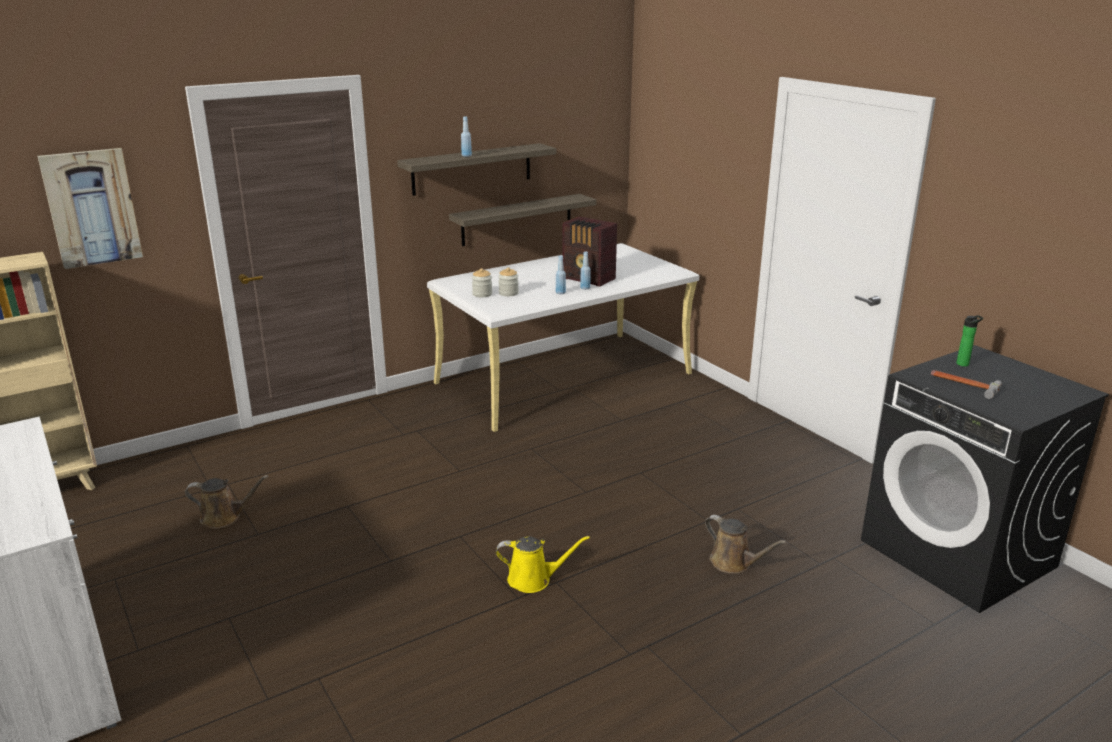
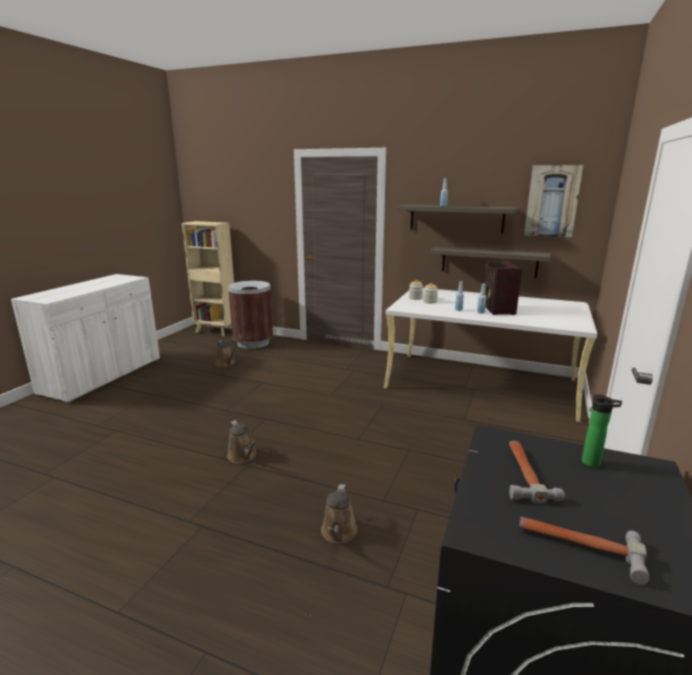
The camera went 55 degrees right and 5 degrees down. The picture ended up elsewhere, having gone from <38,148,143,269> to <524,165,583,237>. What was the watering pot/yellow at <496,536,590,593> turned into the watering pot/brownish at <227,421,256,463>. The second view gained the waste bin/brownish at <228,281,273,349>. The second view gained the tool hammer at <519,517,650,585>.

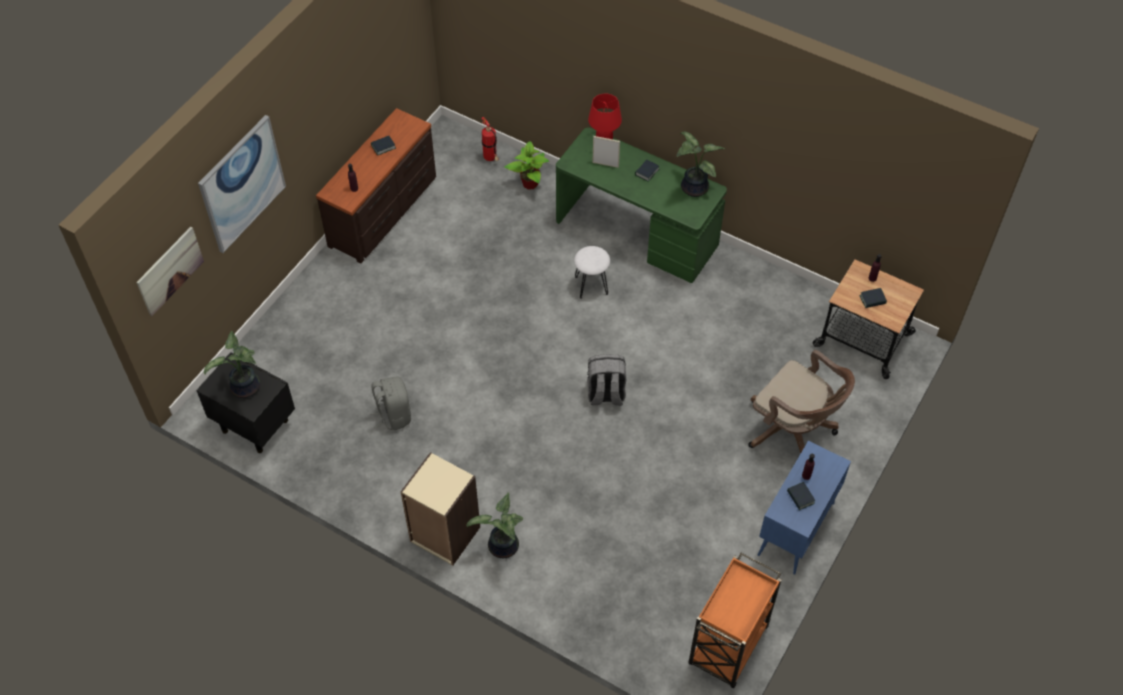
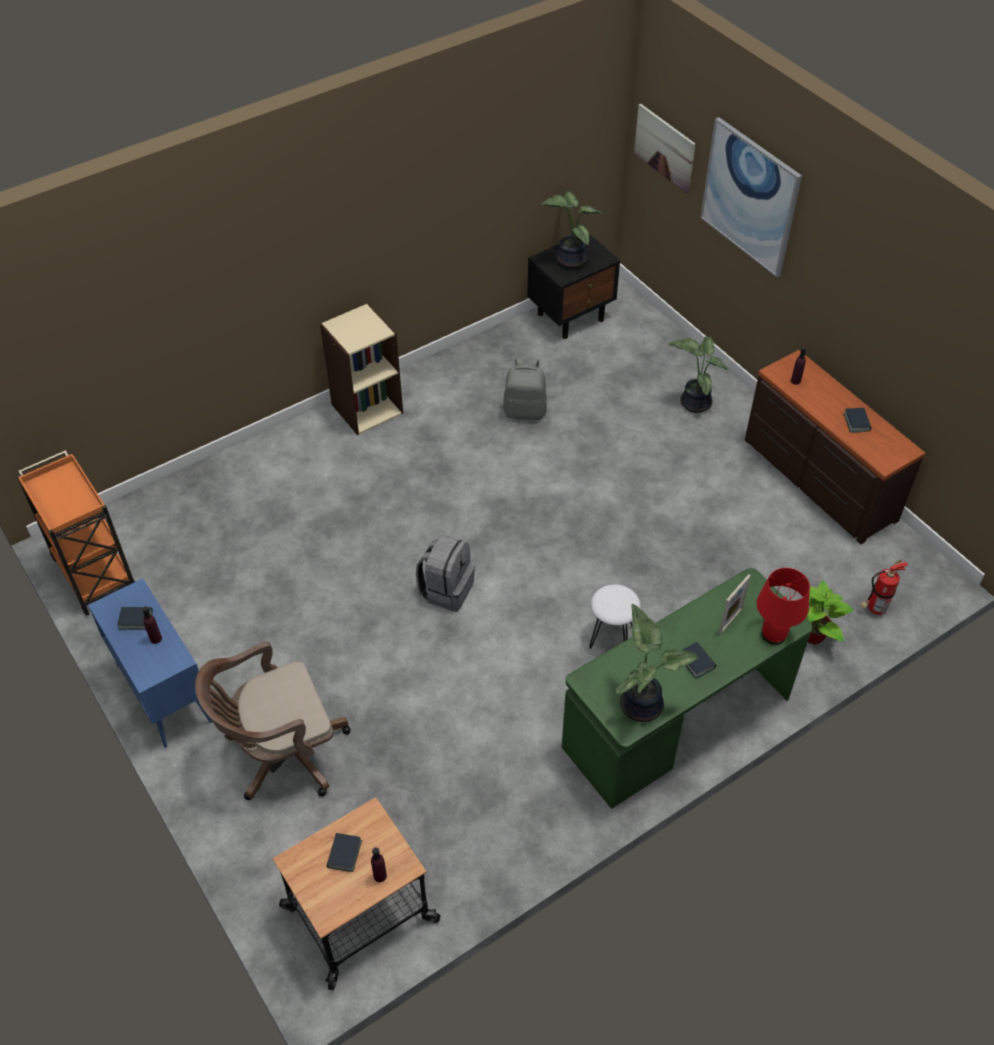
The camera went 115 degrees right and 5 degrees down. The houseplant ended up elsewhere, having gone from <466,493,523,558> to <668,336,730,413>.

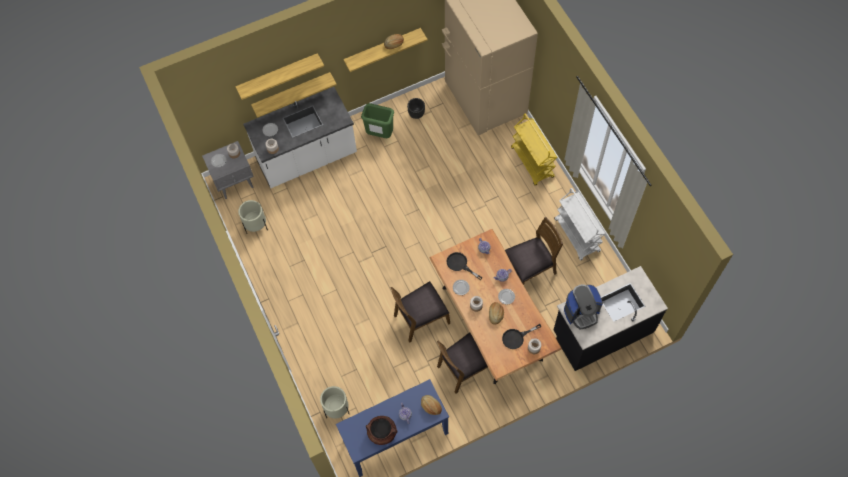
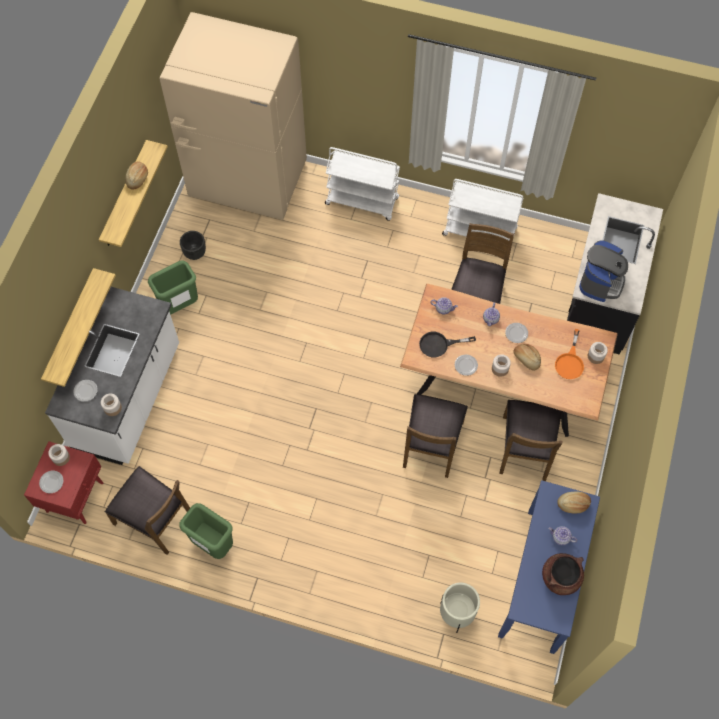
The camera went 50 degrees left and 0 degrees up. The second view lost the wall shelf at <235,53,324,100>. What was the cart/yellow at <511,114,558,186> turned into the cart/white-coloured at <325,147,400,221>. What was the night table/greyish at <202,141,254,199> turned into the night table/reddish at <24,441,103,524>. Where the planter/beige-coloured stood at <238,200,268,233>, the upright chair/brownish came to stand at <105,466,190,555>. What was the skillet/black at <502,324,541,349> turned into the skillet/orange-coloured at <555,329,584,379>. The second view gained the waste bin/green-coloured at <179,503,233,559>.

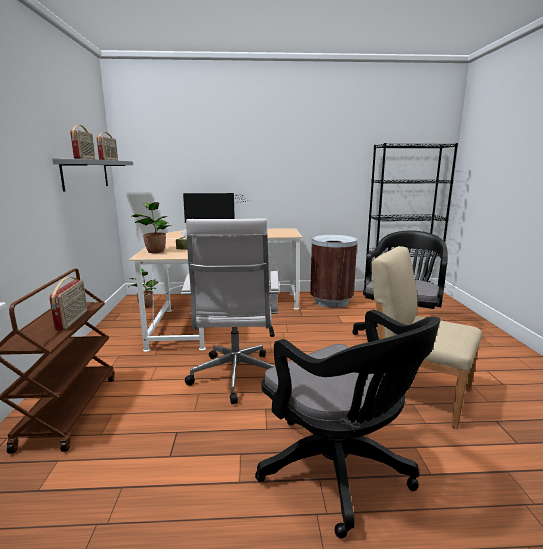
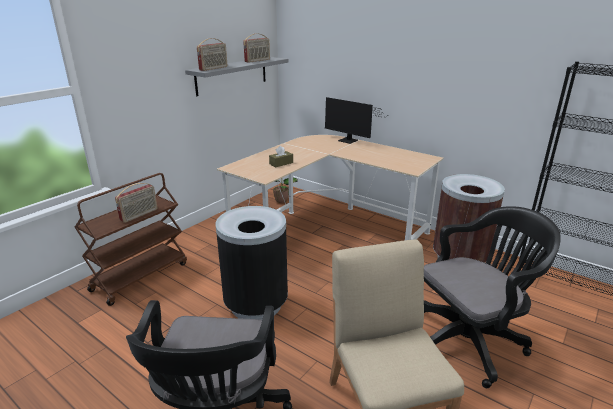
The camera went 40 degrees right and 10 degrees up. The second view lost the houseplant at <131,202,173,253>. Where the computer chair/white-coloured stood at <181,218,279,404>, the waste bin/black came to stand at <215,206,288,320>.

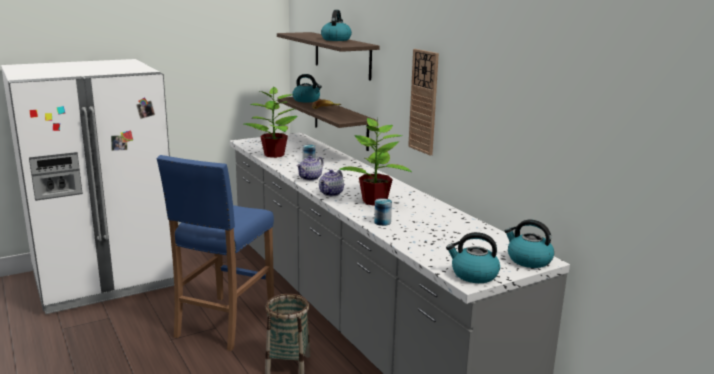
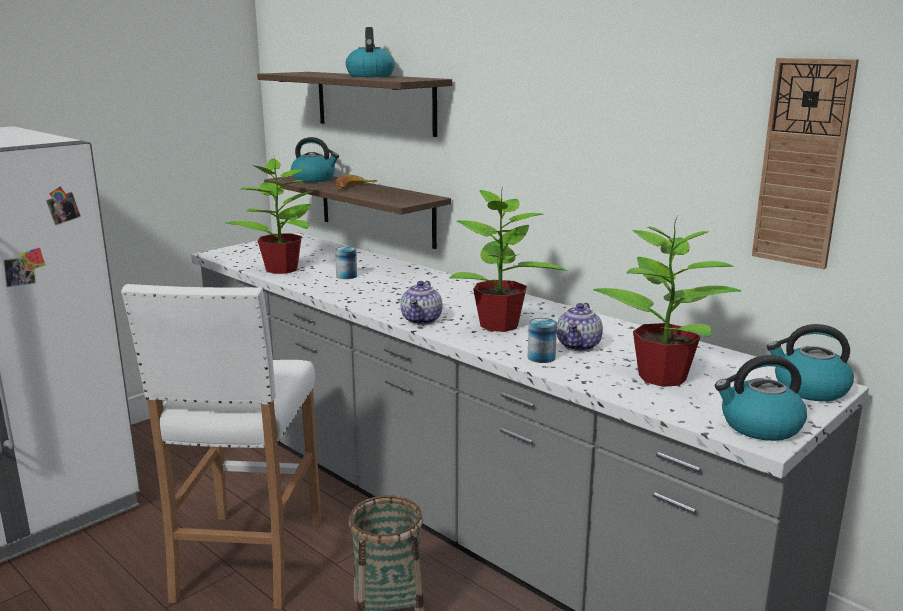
The camera went 15 degrees left and 0 degrees up. The wall clock ended up elsewhere, having gone from <408,49,439,155> to <752,58,859,269>. What was the sitting stool/blue-coloured at <157,155,274,351> turned into the sitting stool/white-coloured at <121,284,322,609>. The teapot ended up elsewhere, having gone from <297,156,324,181> to <557,303,603,351>. The second view gained the houseplant at <593,216,741,387>.

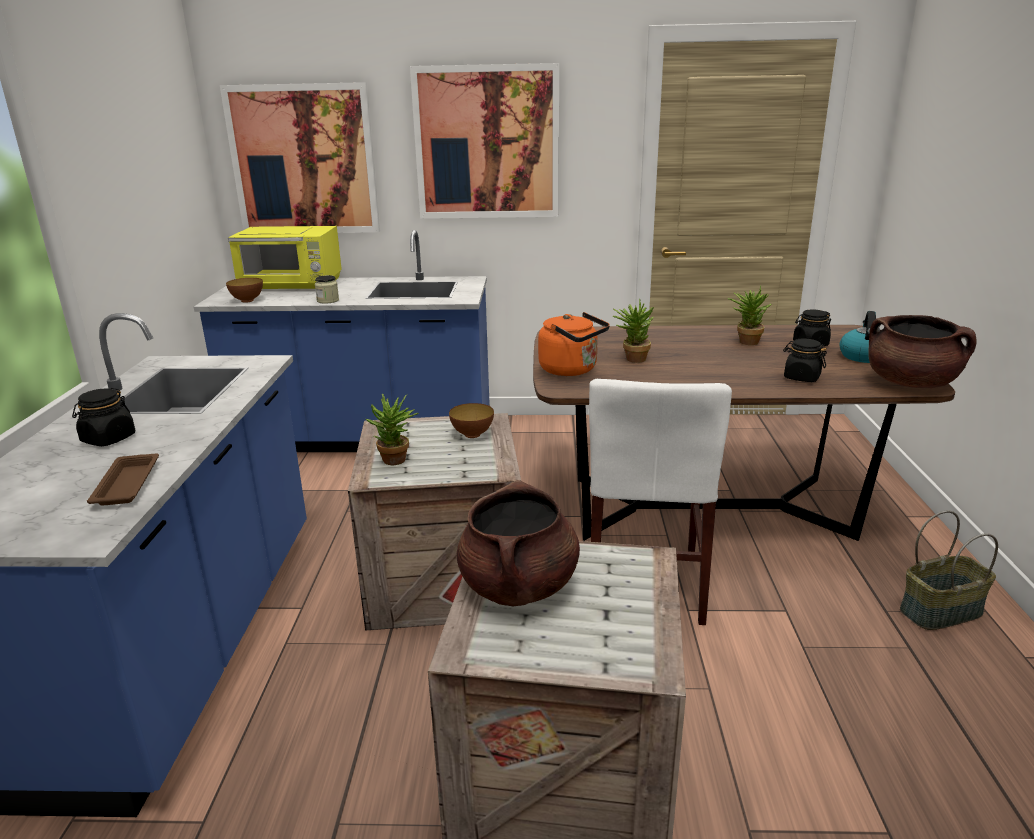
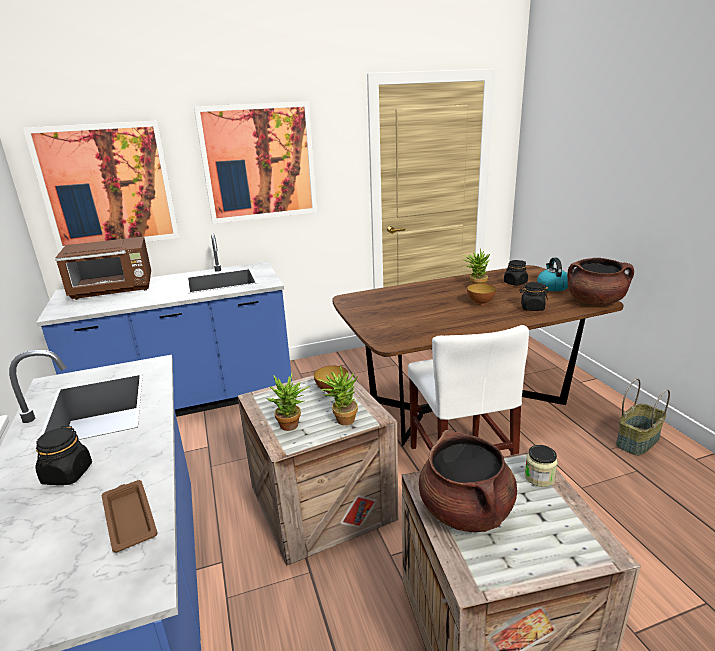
The camera went 20 degrees left and 0 degrees up. What was the kitchen microwave/yellow at <228,226,342,289> turned into the kitchen microwave/brownish at <55,237,151,300>. The storage jar ended up elsewhere, having gone from <315,275,339,303> to <525,445,558,487>. The serving bowl ended up elsewhere, having gone from <226,278,263,303> to <467,283,496,305>. The houseplant ended up elsewhere, having gone from <613,299,654,363> to <318,365,358,425>. The second view lost the water kettle/orange-coloured at <538,312,610,376>.

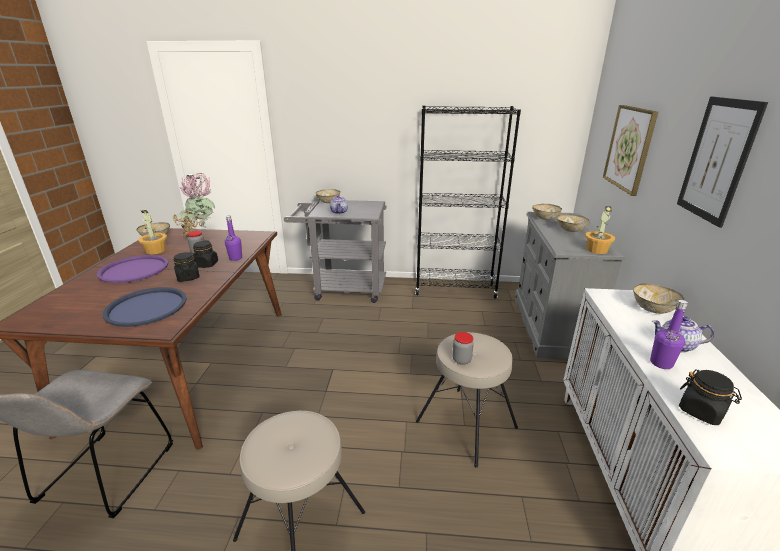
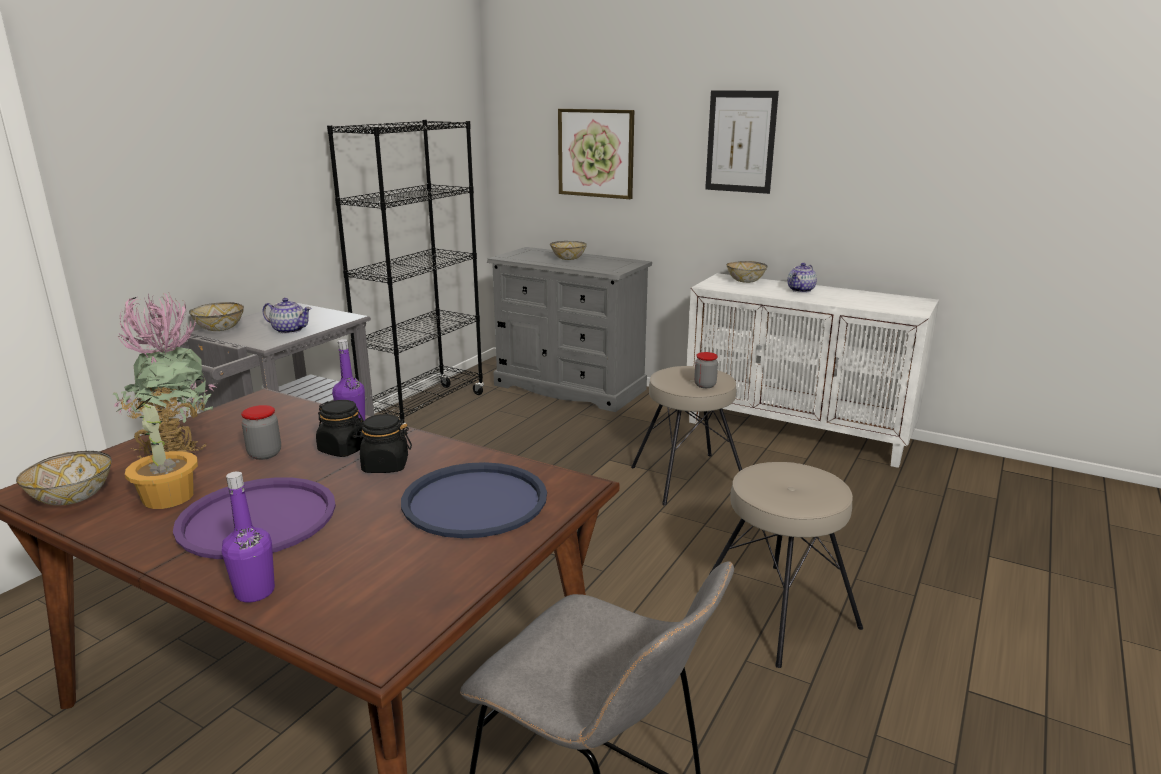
The camera went 65 degrees left and 5 degrees down. The second view lost the serving bowl at <533,204,562,220>. The second view lost the houseplant at <585,206,615,254>. The beverage bottle/purplish ended up elsewhere, having gone from <650,300,688,369> to <222,471,275,602>. The second view lost the storage jar/black at <679,369,742,425>.

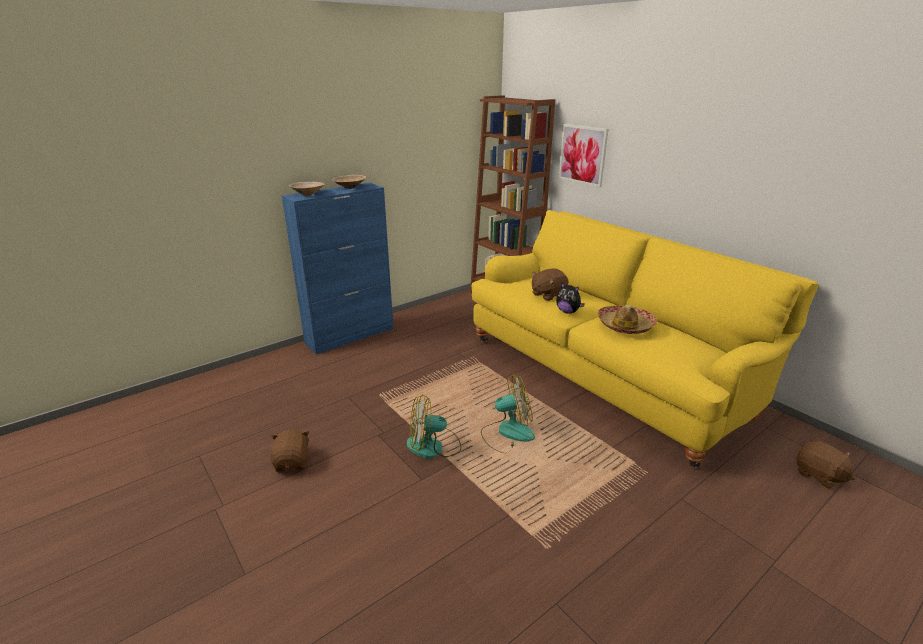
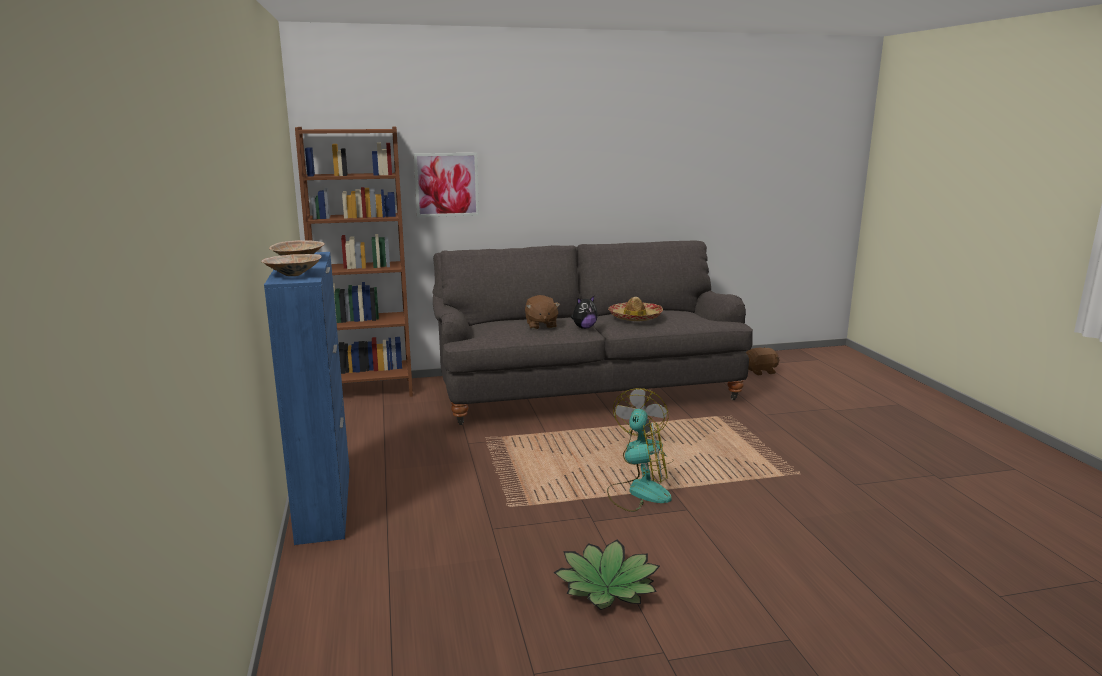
The camera went 65 degrees left and 10 degrees down. What was the couch/yellow at <472,210,818,468> turned into the couch/greyish at <432,240,753,425>. The electric fan at <407,394,461,459> ended up facing another way, 105 degrees counterclockwise from before. Where the plush toy/brownish stood at <271,430,309,472>, the houseplant came to stand at <554,539,660,610>.

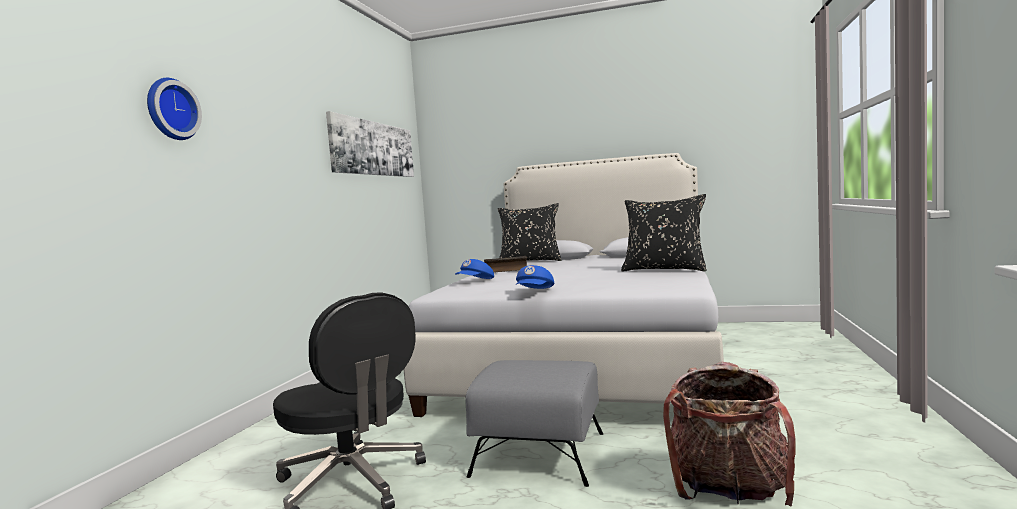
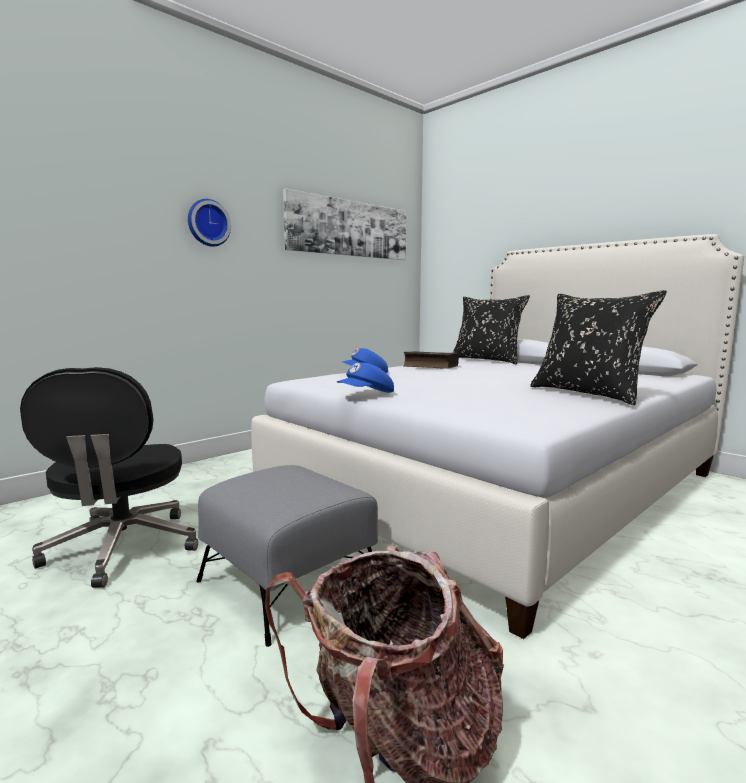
The camera went 30 degrees right and 5 degrees up. The wall clock ended up elsewhere, having gone from <147,78,202,140> to <188,199,231,247>.

